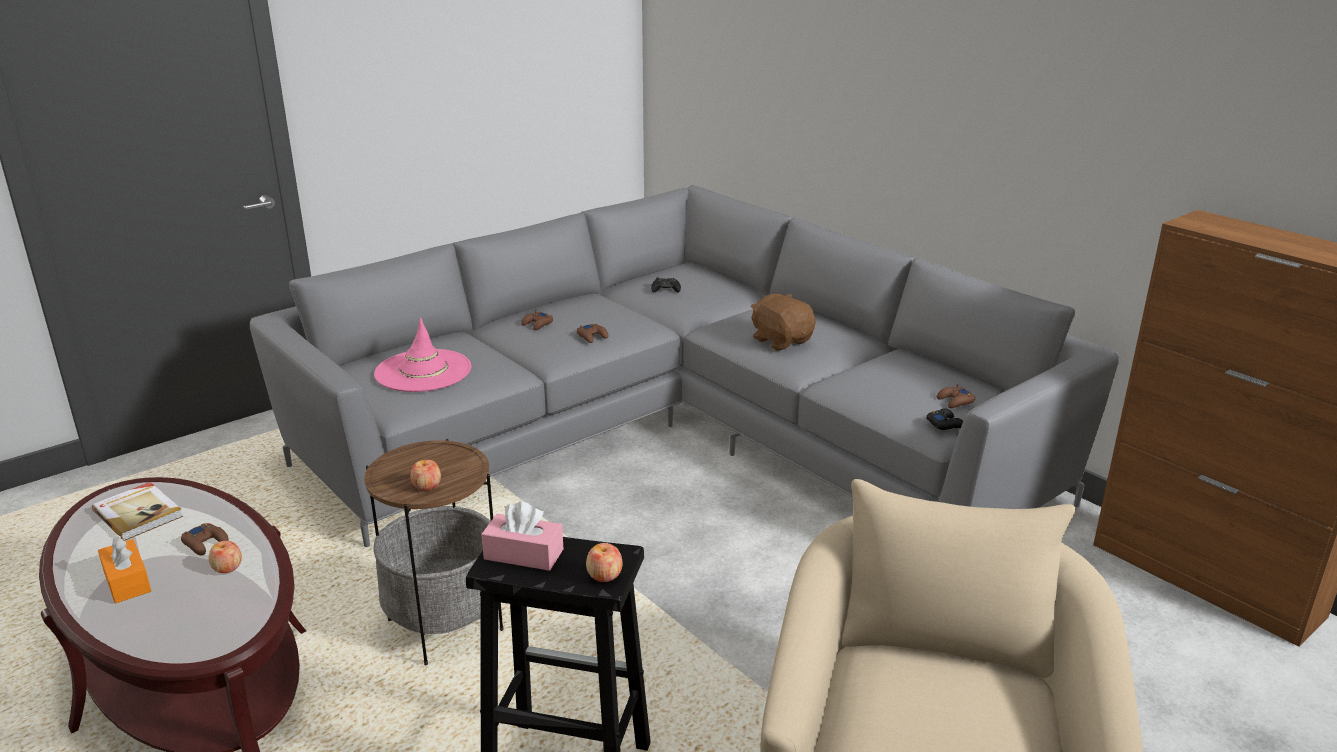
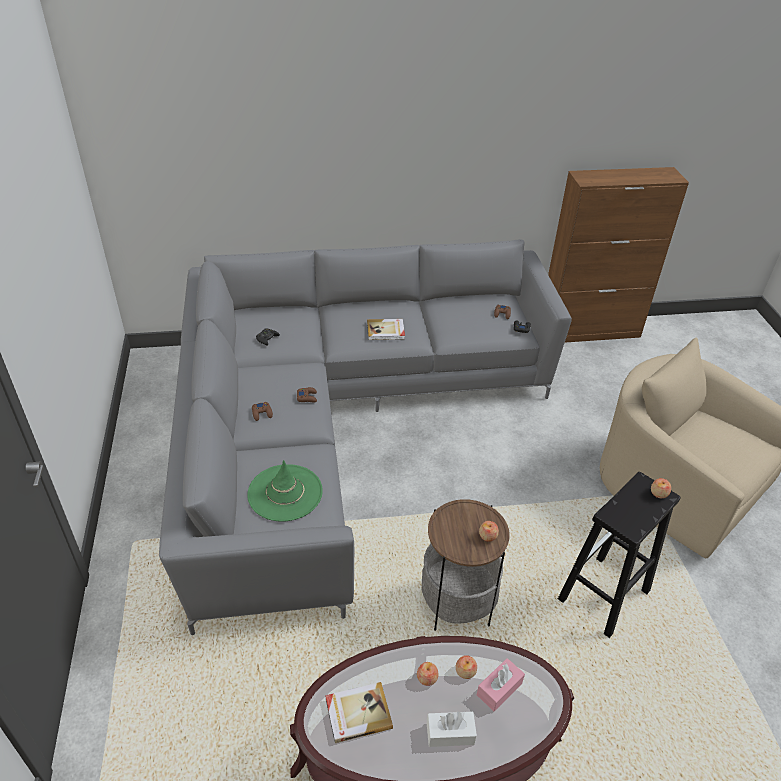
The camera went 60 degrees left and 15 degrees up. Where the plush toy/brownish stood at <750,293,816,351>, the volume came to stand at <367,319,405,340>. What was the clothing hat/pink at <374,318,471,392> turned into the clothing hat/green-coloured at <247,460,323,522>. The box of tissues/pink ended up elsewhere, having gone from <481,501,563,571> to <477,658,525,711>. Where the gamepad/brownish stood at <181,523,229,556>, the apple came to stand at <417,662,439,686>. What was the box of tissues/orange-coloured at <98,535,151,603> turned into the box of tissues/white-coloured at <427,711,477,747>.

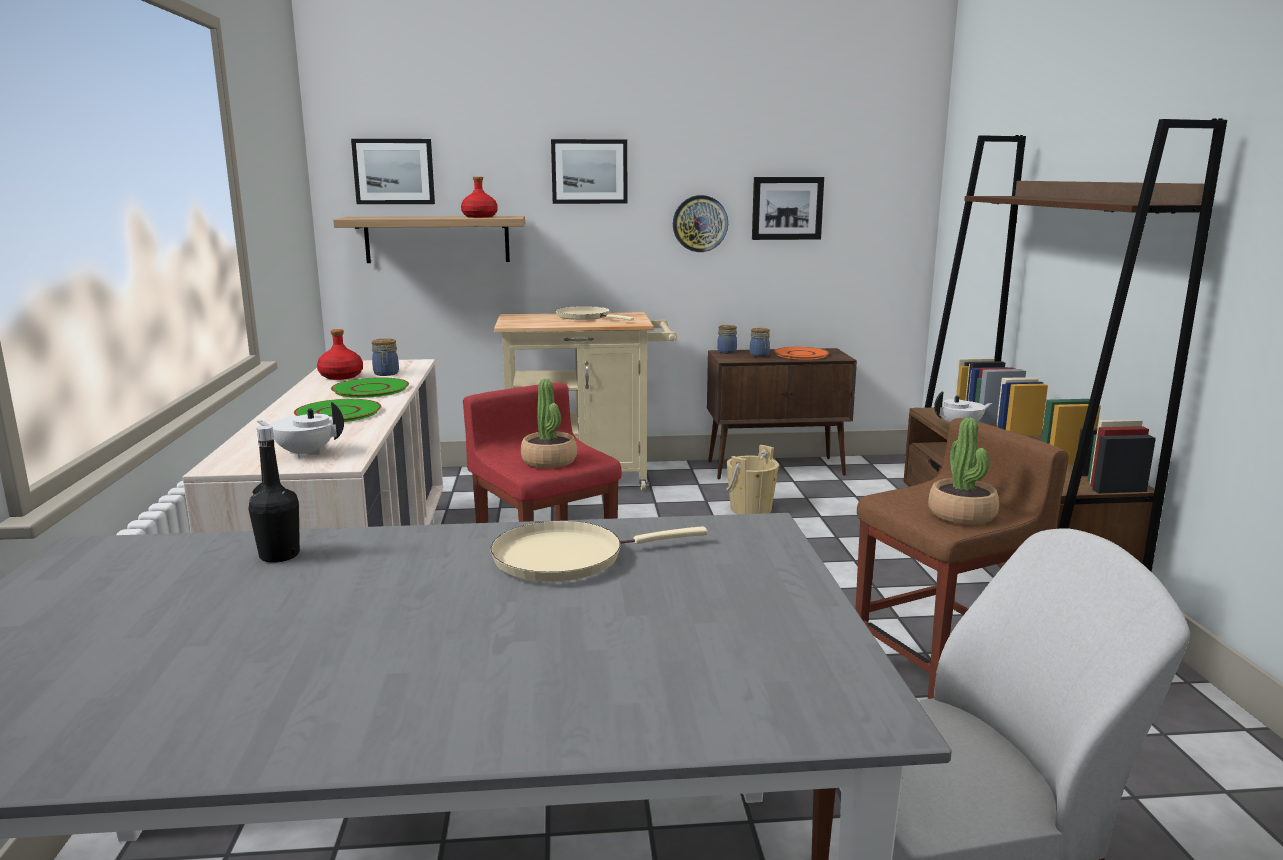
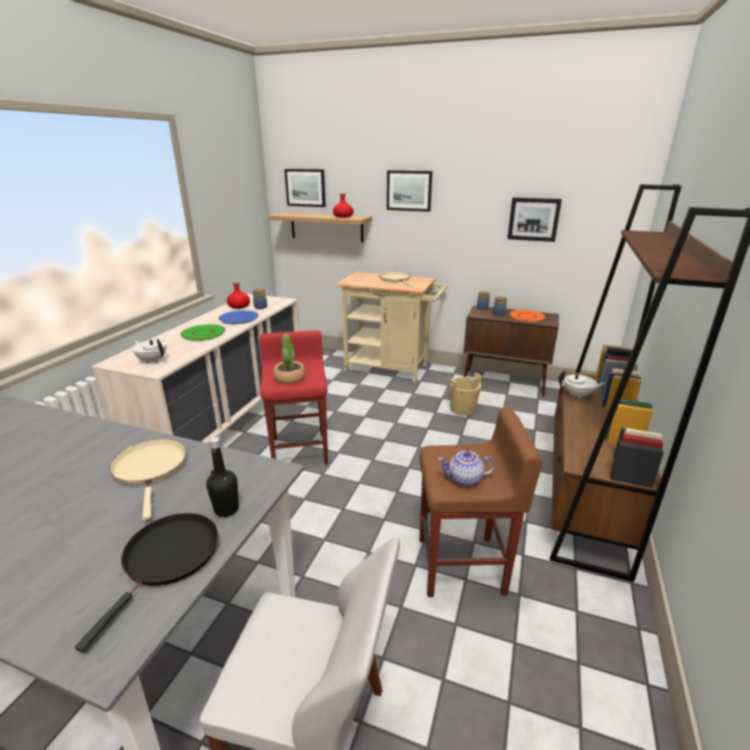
The camera went 25 degrees right and 10 degrees up. The second view lost the wall clock at <673,195,728,252>. What was the plate/green-coloured at <331,377,409,398> turned into the plate/blue-coloured at <218,310,259,324>. Where the houseplant stood at <928,418,999,525>, the teapot came to stand at <438,451,495,487>. The beverage bottle/black ended up elsewhere, having gone from <248,426,300,563> to <206,437,239,517>. The skillet/beige-coloured at <490,521,708,582> ended up facing another way, 60 degrees clockwise from before. The second view gained the skillet/black at <75,513,218,652>.

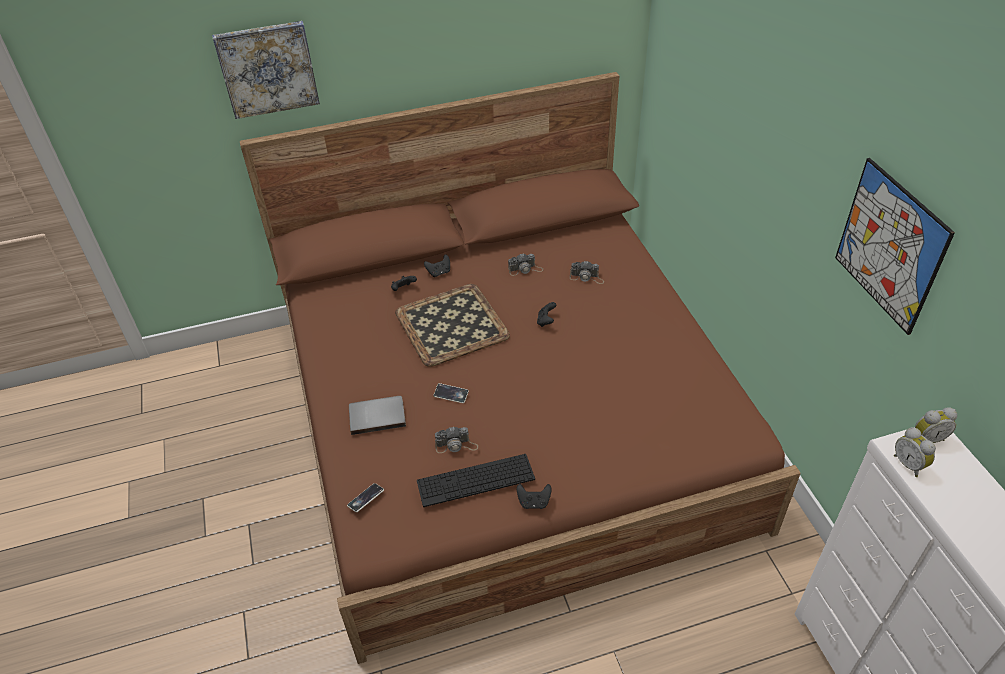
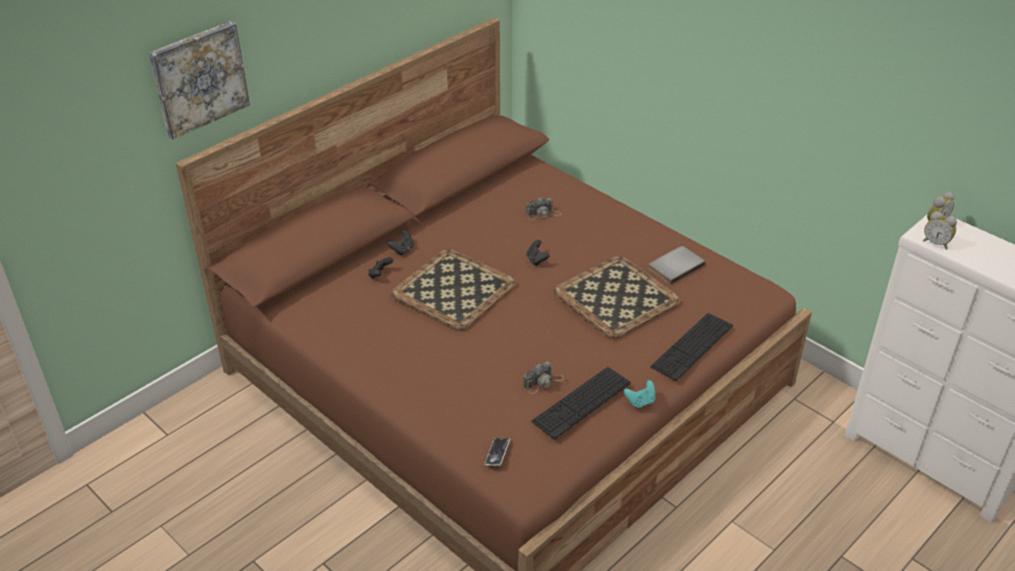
The camera went 30 degrees left and 5 degrees down. The second view lost the picture at <835,158,955,335>. The second view lost the still camera at <508,254,543,276>. The second view lost the phone at <434,383,469,403>. The volume/greyish ended up elsewhere, having gone from <349,396,406,435> to <648,246,706,285>. What was the gamepad/black at <517,484,551,509> turned into the gamepad/blue-green at <624,380,655,408>. The second view gained the tray at <553,256,681,339>. The second view gained the keyboard at <651,313,733,381>.

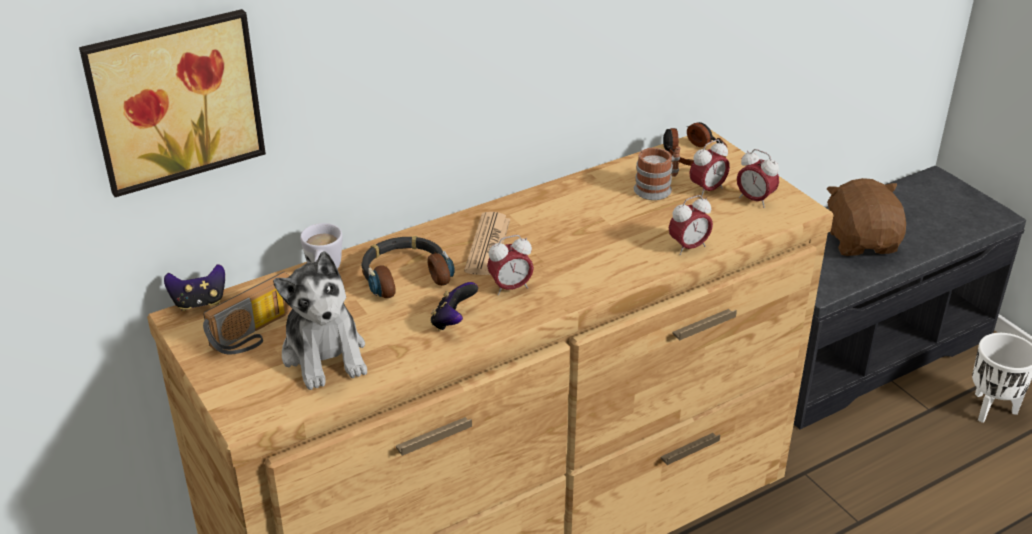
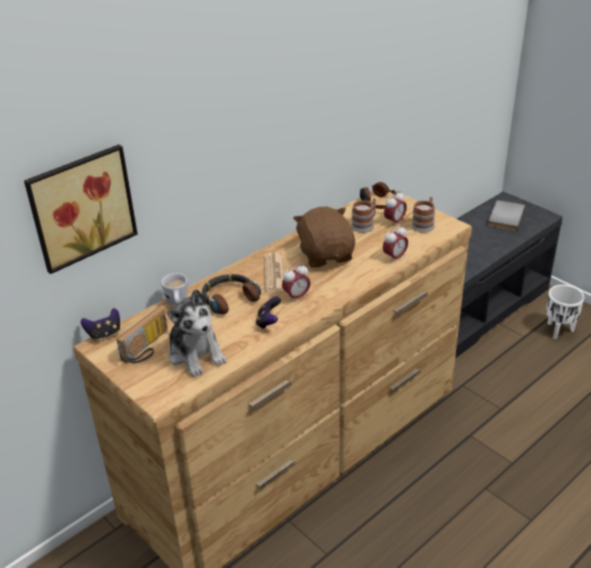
The camera went 10 degrees left and 0 degrees up. Where the alarm clock stood at <737,149,779,208>, the mug came to stand at <411,197,435,233>. The plush toy/brownish ended up elsewhere, having gone from <827,178,906,256> to <293,206,355,268>. The second view gained the volume/greyish at <488,200,525,231>.

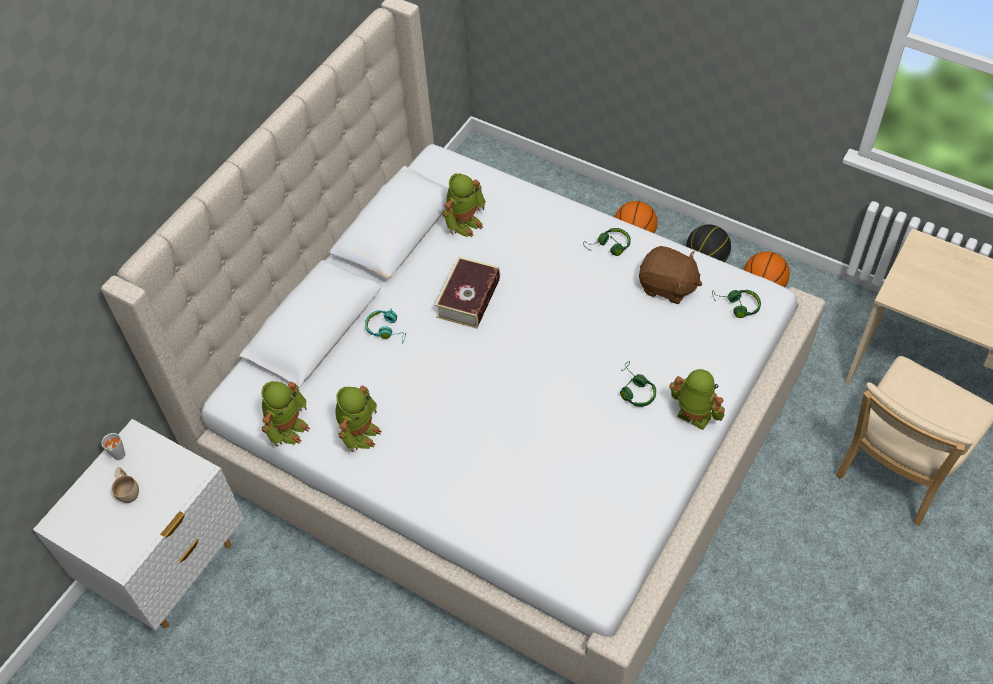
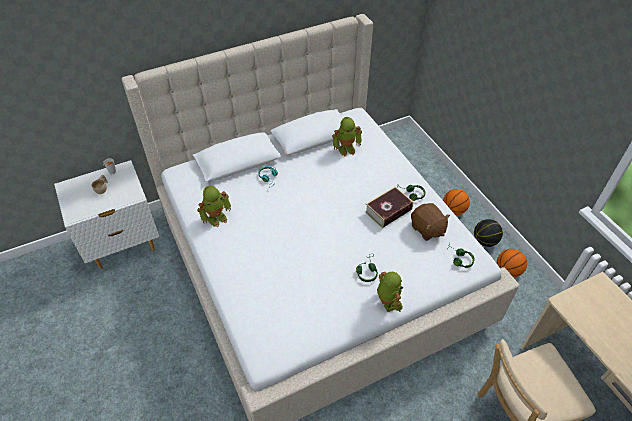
The camera went 30 degrees right and 5 degrees down. The volume ended up elsewhere, having gone from <435,256,500,328> to <365,186,413,228>. The second view lost the toy robot at <261,381,310,446>.

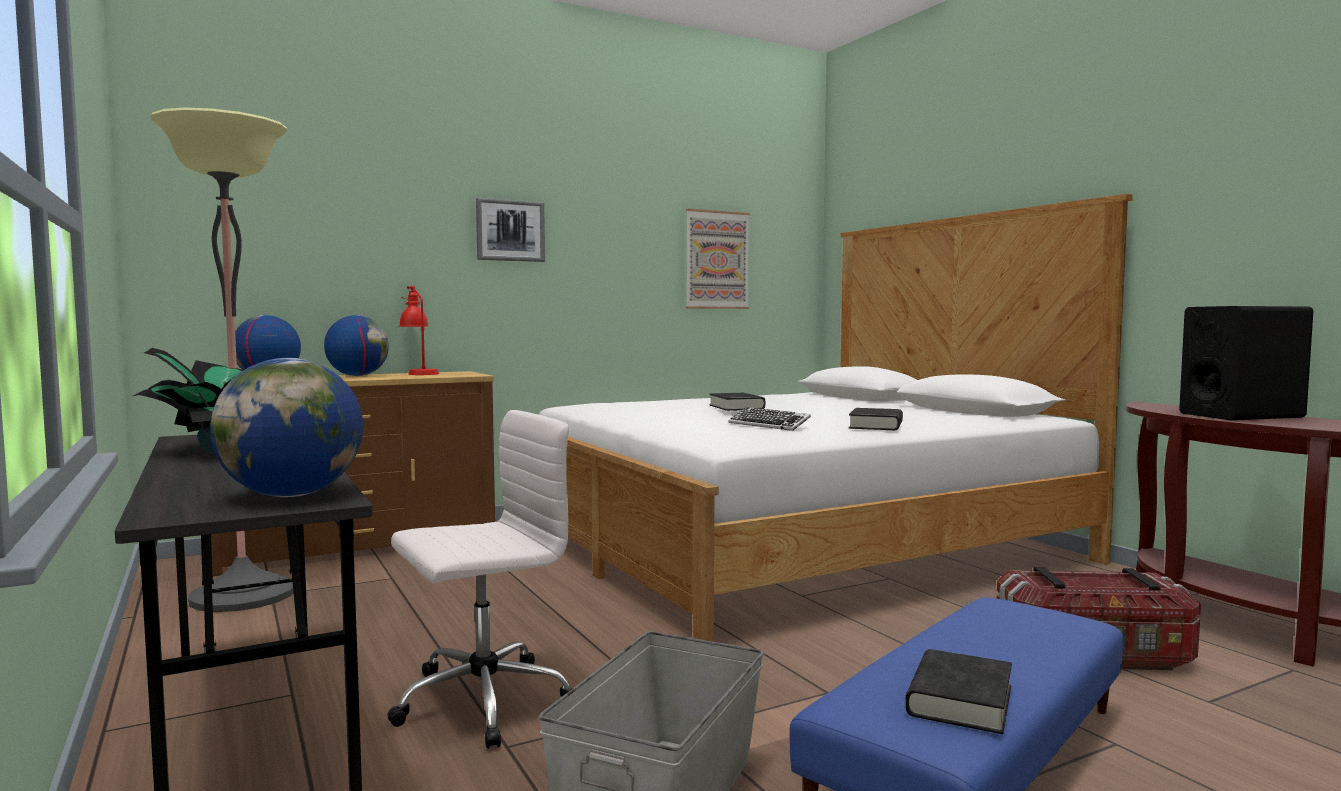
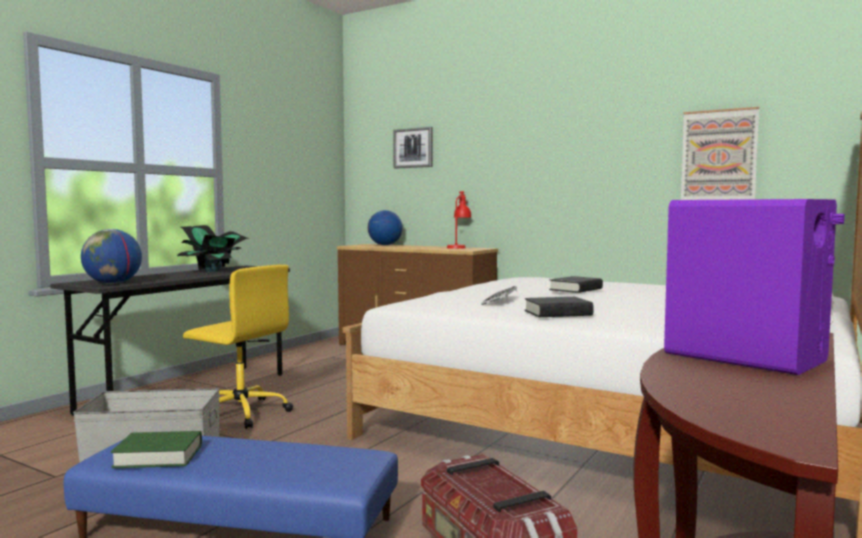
The camera went 60 degrees right and 0 degrees up. The second view lost the floor lamp at <151,107,293,612>. The picture ended up elsewhere, having gone from <476,198,545,262> to <393,127,432,168>. What was the loudspeaker/black at <1179,306,1313,420> turned into the loudspeaker/purplish at <664,199,845,375>. The second view lost the world globe at <324,315,389,376>. What was the computer chair/white-coloured at <387,410,573,749> turned into the computer chair/yellow at <183,264,293,429>. What was the volume/black at <905,649,1012,734> turned into the volume/green-coloured at <111,431,202,468>.

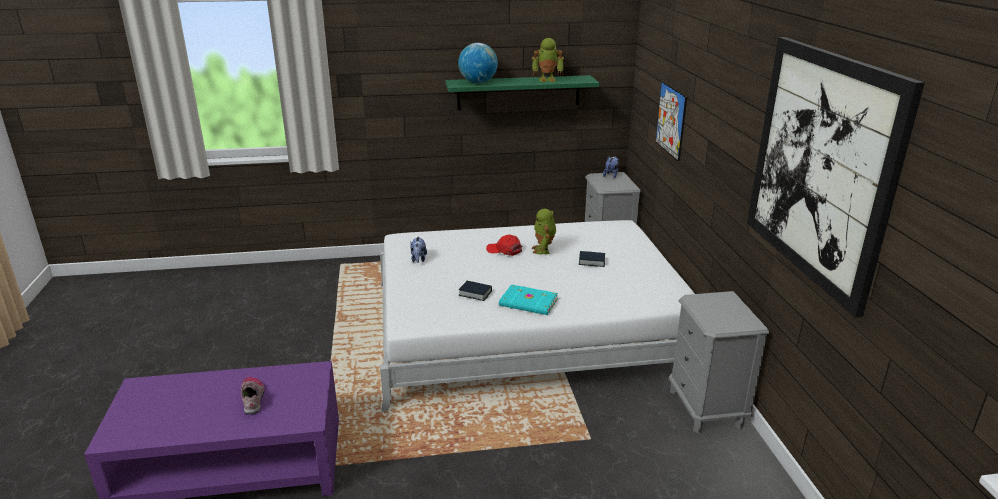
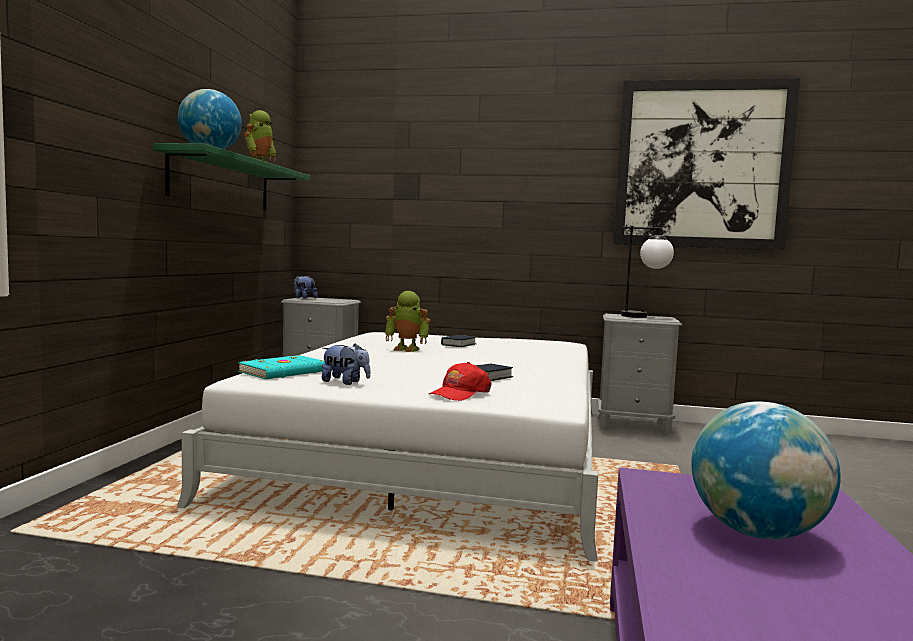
The camera went 70 degrees left and 20 degrees down. The second view lost the picture at <655,81,687,161>. The baseball cap/reddish ended up elsewhere, having gone from <486,235,522,256> to <429,362,491,401>. The volume/blue-green ended up elsewhere, having gone from <499,284,558,315> to <238,355,325,379>. Where the shoe stood at <241,377,265,414>, the world globe came to stand at <691,401,841,539>. The second view gained the table lamp at <621,226,674,318>.

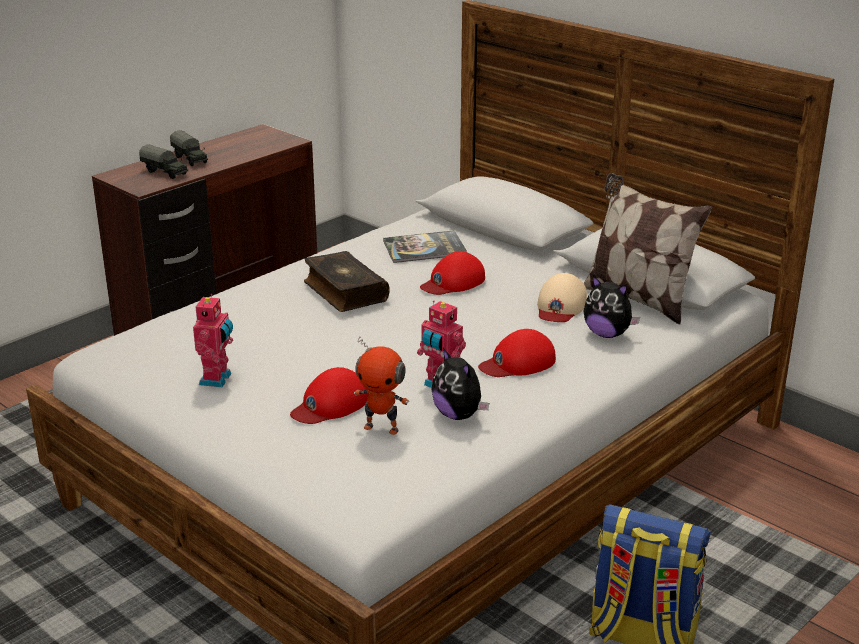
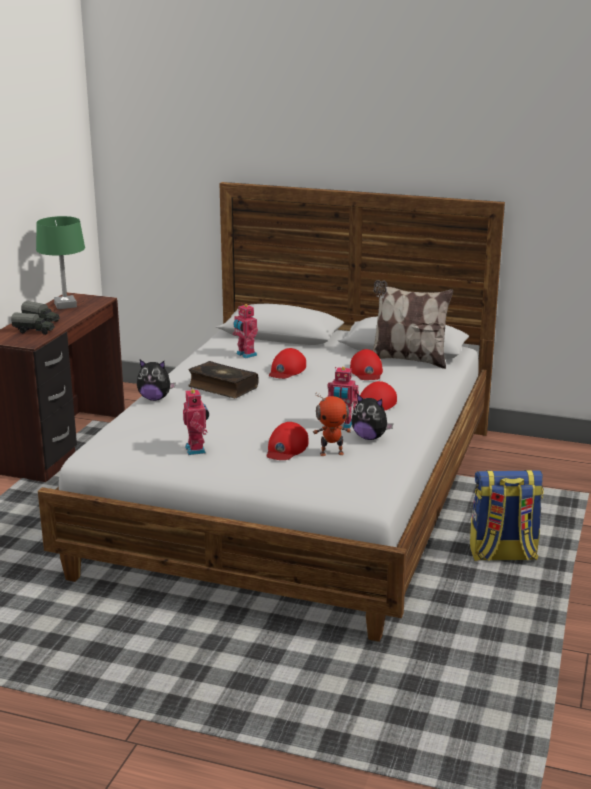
The camera went 25 degrees left and 5 degrees down. Where the volume stood at <383,230,467,263>, the toy robot came to stand at <233,303,258,359>. What was the baseball cap/beige-coloured at <537,273,587,322> turned into the baseball cap/reddish at <350,349,383,380>. The plush toy ended up elsewhere, having gone from <584,276,640,338> to <137,360,175,401>. The second view gained the table lamp/green-coloured at <36,216,85,309>.

